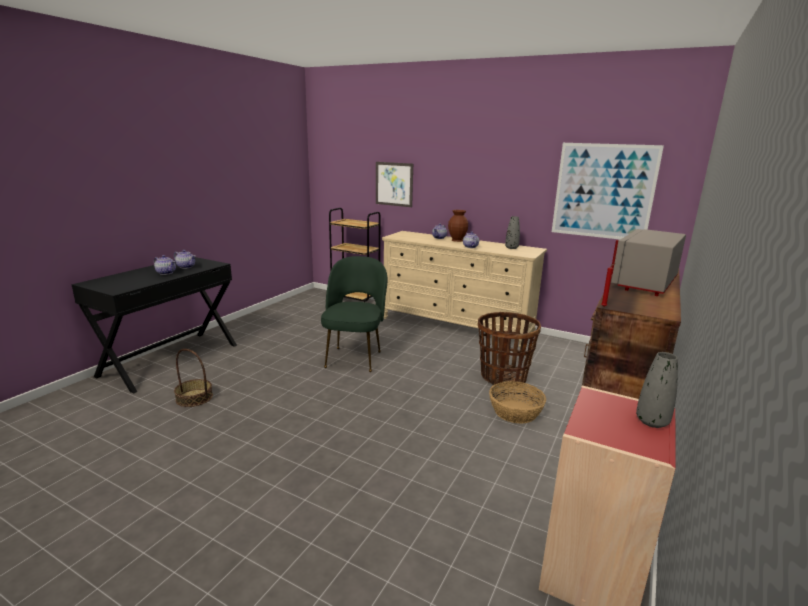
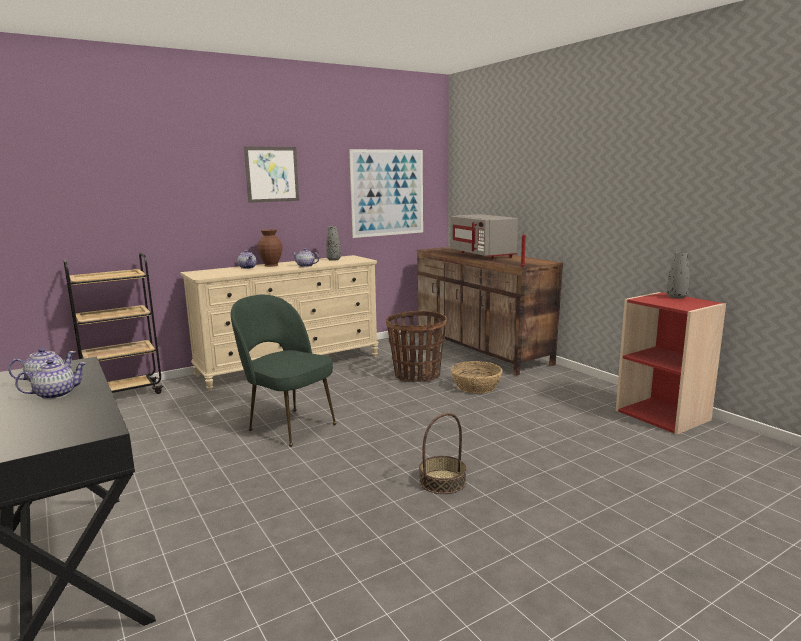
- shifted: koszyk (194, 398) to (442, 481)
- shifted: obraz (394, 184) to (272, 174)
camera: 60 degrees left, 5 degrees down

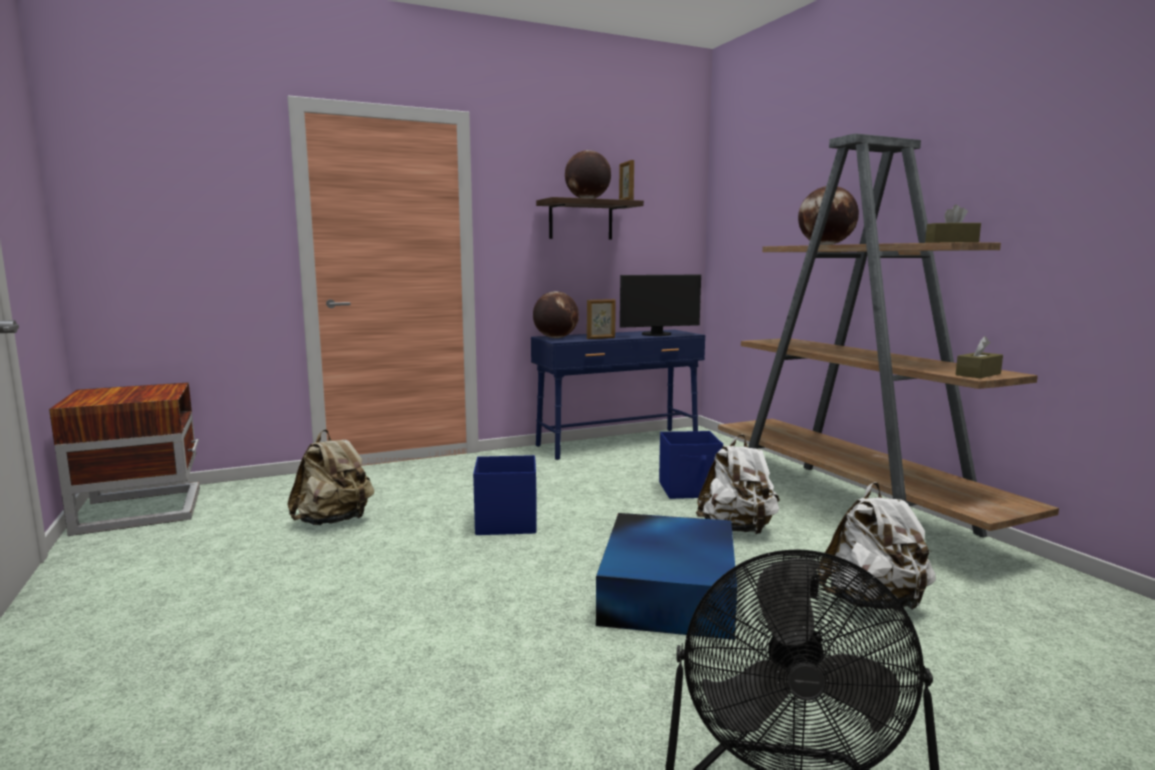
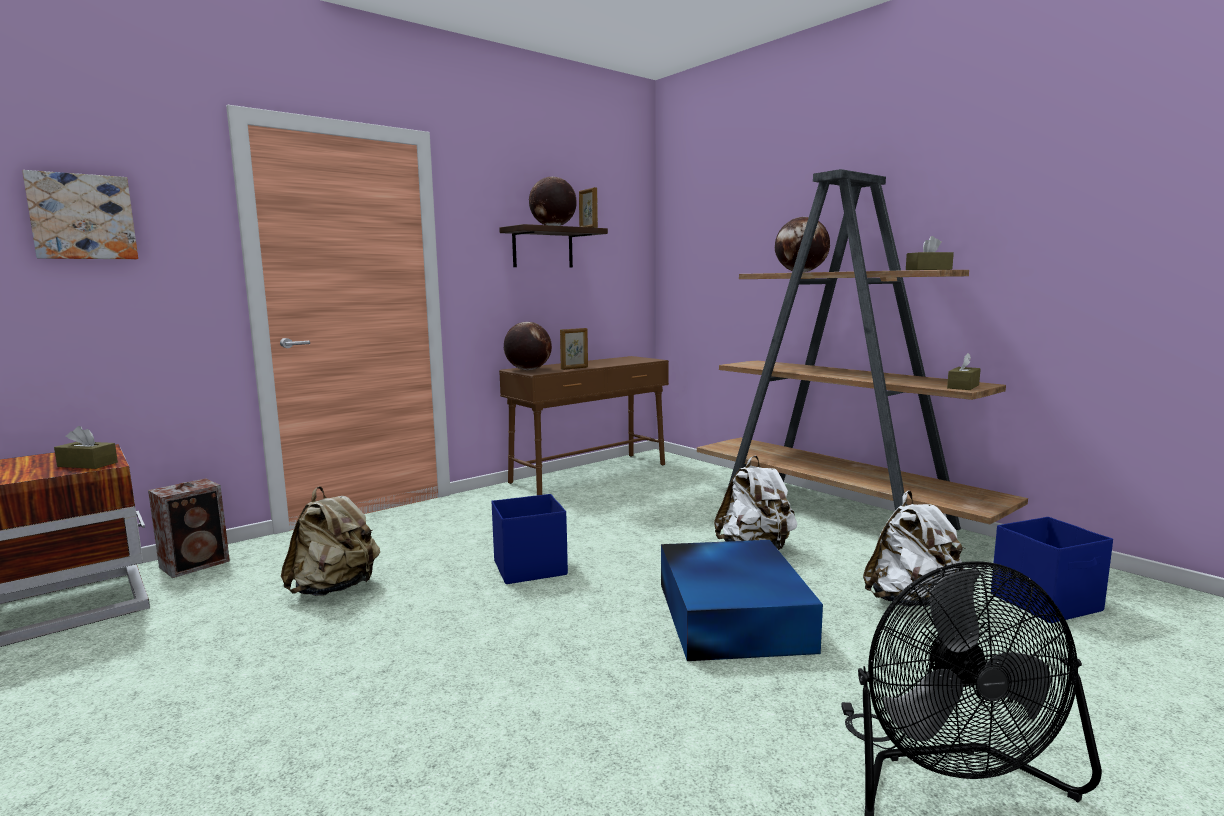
- gone: monitor (657, 334)
- new: obraz (82, 217)
- new: pudełko chusteczek [brązowy] (87, 464)
- new: głośnik (197, 564)
- shifted: pojemnik do przechowywania [niebieski] (690, 490) to (1047, 602)
- repainted: stolik konsolowy [niebieski] (618, 444) to stolik konsolowy [brązowy] (590, 474)
camera: 15 degrees left, 0 degrees up

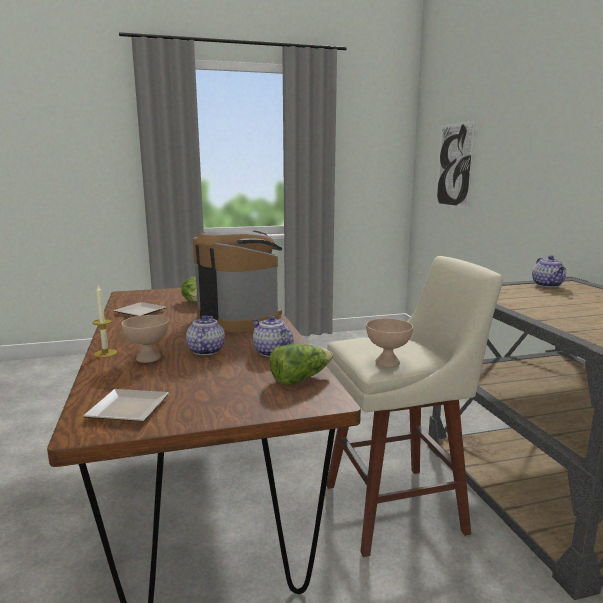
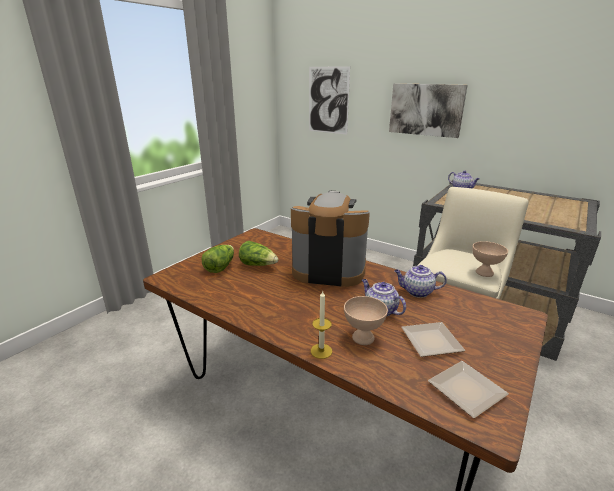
- new: obraz (426, 109)
- shifted: talerz (142, 312) to (432, 340)
- shifted: sałata (300, 379) to (220, 266)
camera: 40 degrees left, 10 degrees up

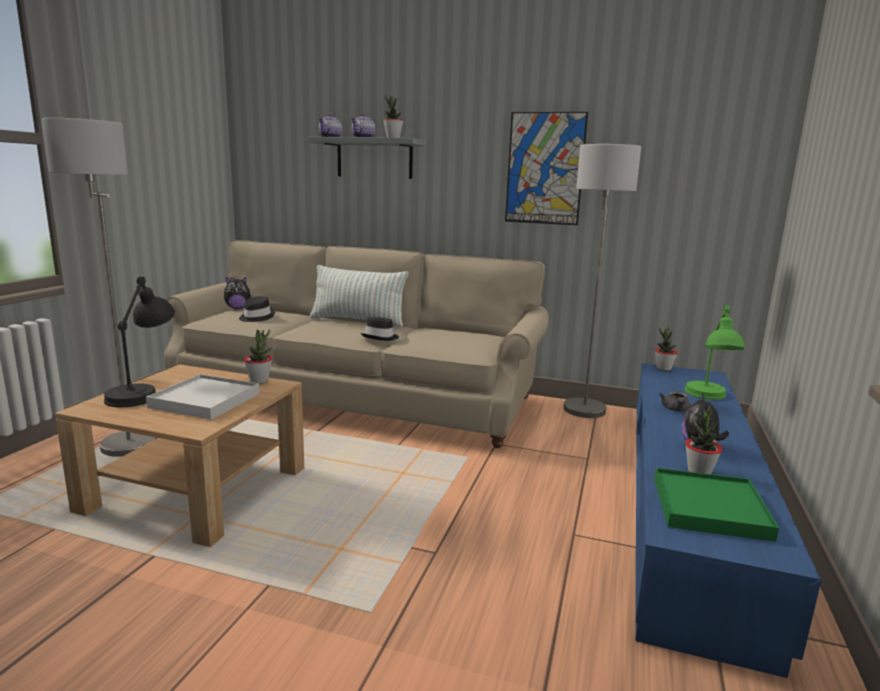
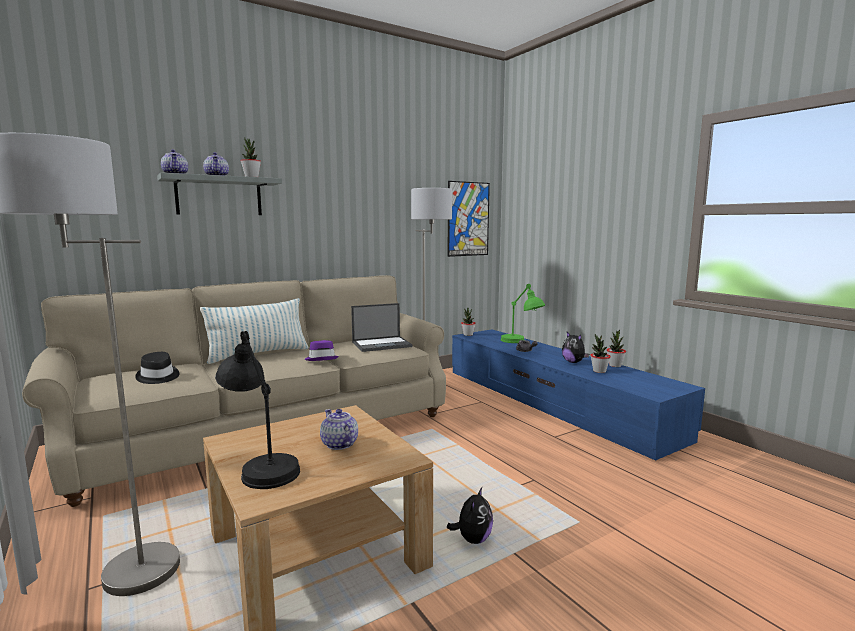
- gone: taca [zielony] (709, 508)
- new: laptop (382, 344)
- shifted: pluszak (238, 308) to (473, 539)
- shifted: roślina doniczkowa (259, 380) to (615, 365)
- shifted: obraz (545, 169) to (468, 219)
- swapped: taca [biały] (205, 400) to imbryk (339, 444)
- repainted: kapelusz [czarny] (381, 337) to kapelusz [fioletowy] (321, 358)
camera: 50 degrees left, 5 degrees down

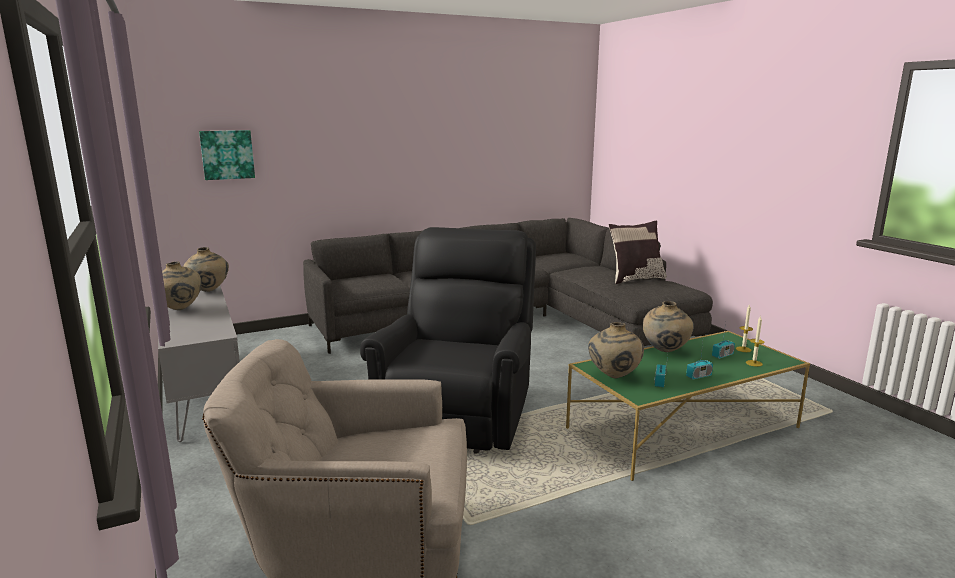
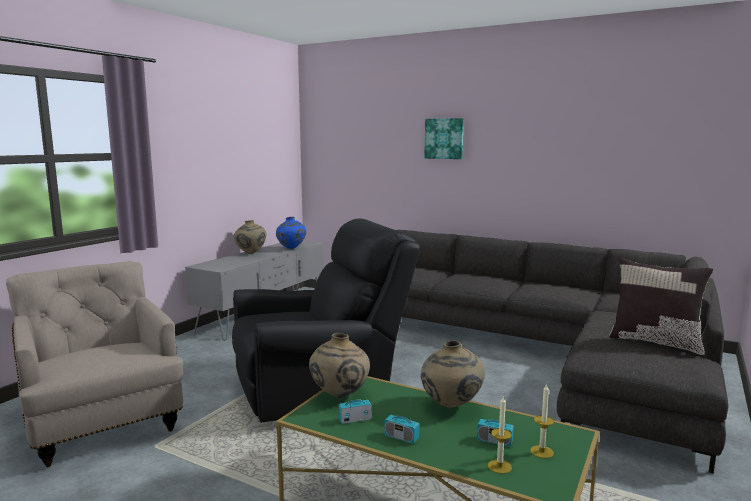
- shifted: obraz (227, 154) to (444, 138)
- repainted: wazon [beżowy] (209, 291) to wazon [niebieski] (291, 249)
camera: 55 degrees right, 5 degrees down

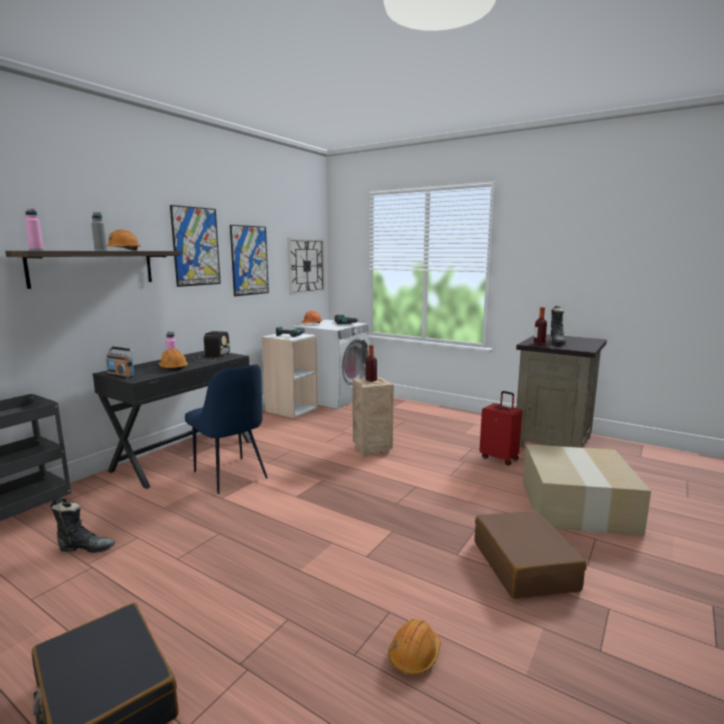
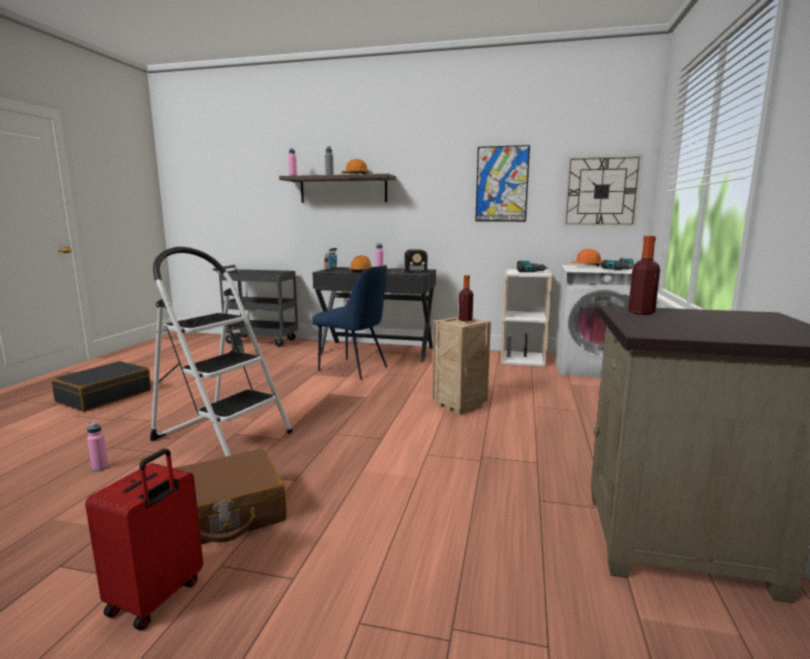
- gone: obraz (196, 246)
- gone: karton (579, 507)
- gone: but z cholewką [czarny] (557, 342)
- new: drabinka (220, 435)
- shifted: walizka [czerwony] (499, 458) to (157, 598)
- swapped: kask [pomarańczowy] (414, 655) to butelka [różowy] (100, 468)
- rotated: krzesło [niebieski] (231, 475) = (354, 368) 90 degrees counterclockwise
camera: 70 degrees right, 0 degrees up

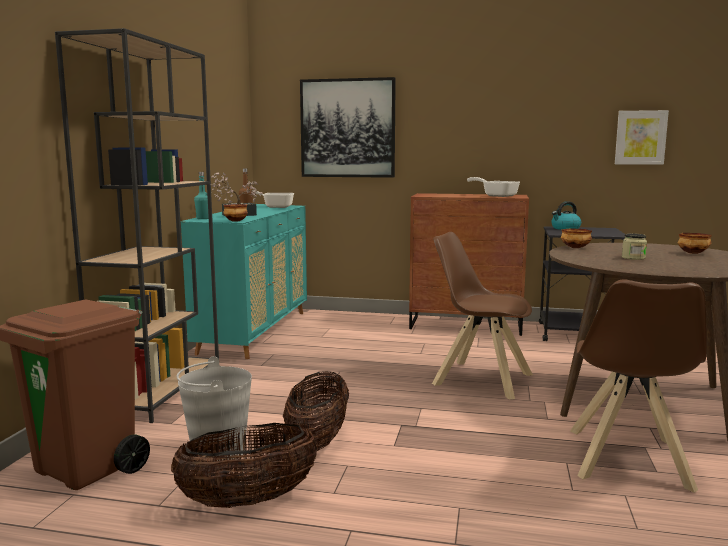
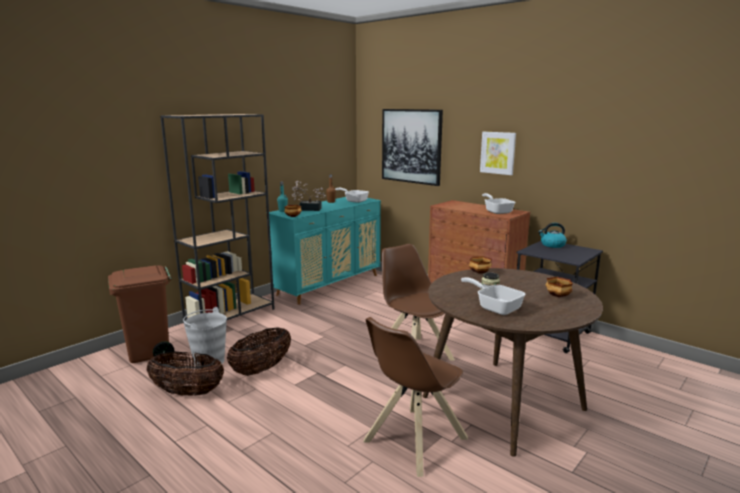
- new: patelnia (495, 307)
- shifted: obraz (640, 137) to (498, 153)
camera: 30 degrees right, 5 degrees up

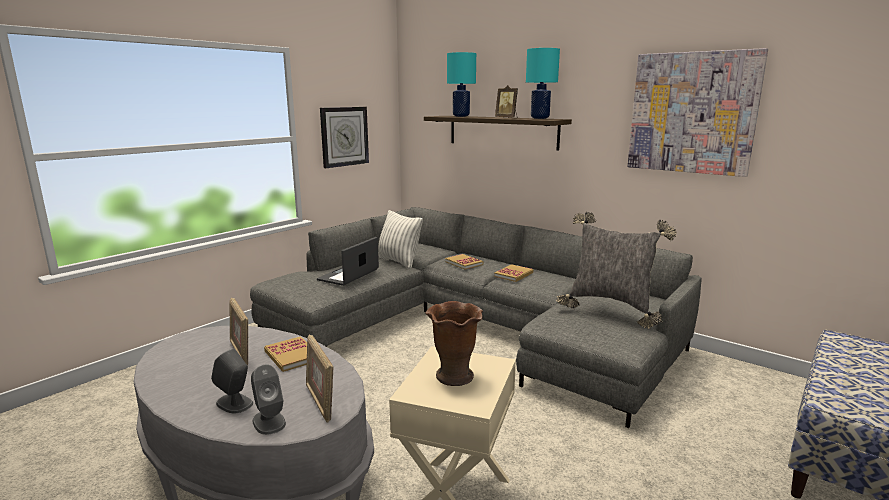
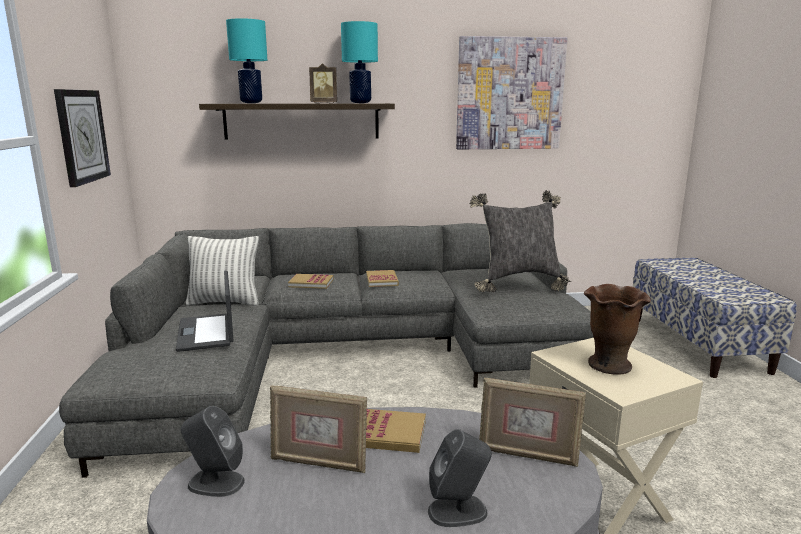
- shifted: głośnik [szary] (268, 421) to (215, 483)
camera: 45 degrees left, 0 degrees up

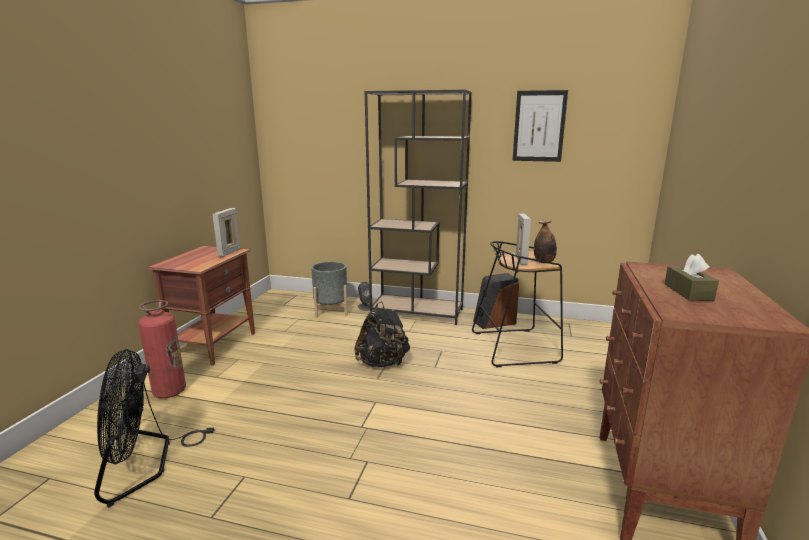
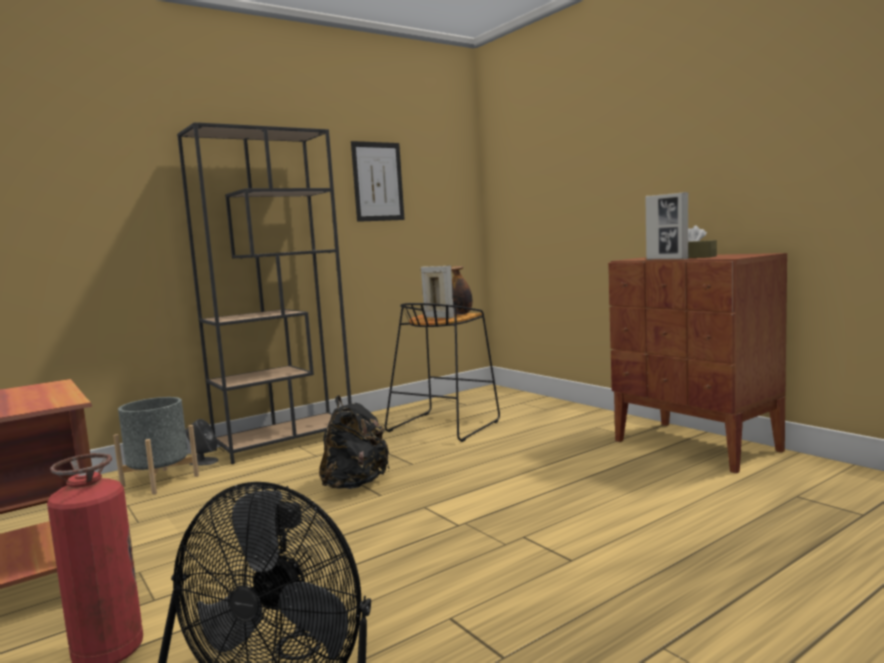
- gone: głośnik (494, 322)
- shifted: ramka na zdjęcie (229, 253) to (667, 259)
camera: 50 degrees left, 10 degrees down

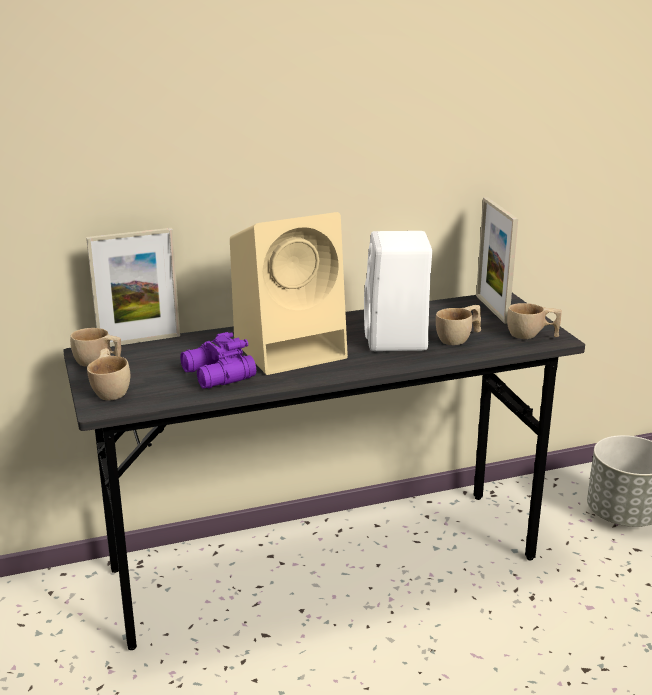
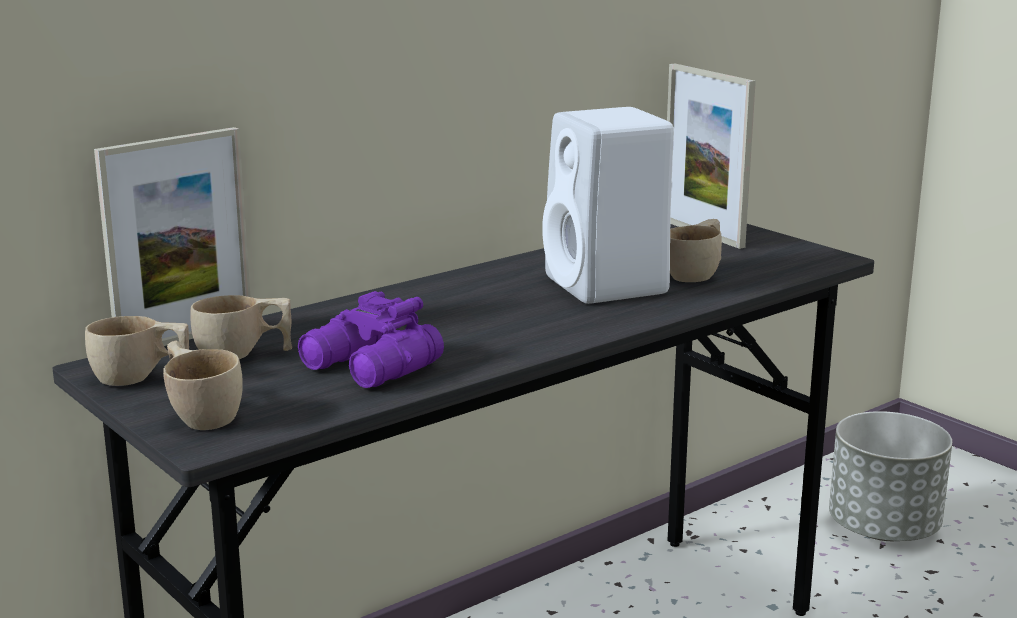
- gone: głośnik [beżowy] (292, 349)
- shifted: filiżanka [beżowy] (532, 336) to (243, 355)
camera: 20 degrees left, 5 degrees down

